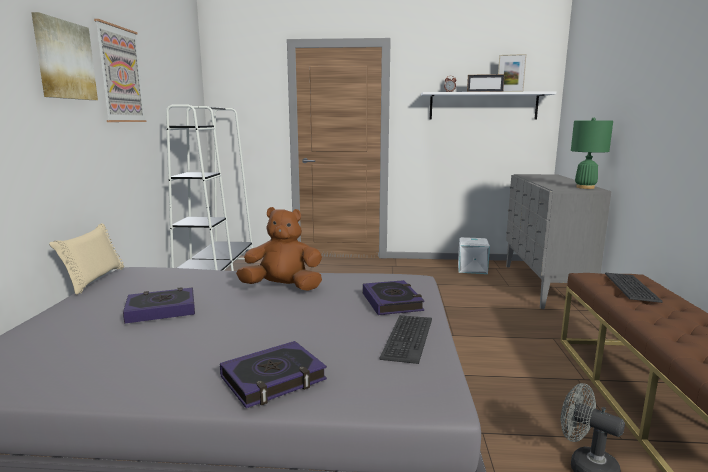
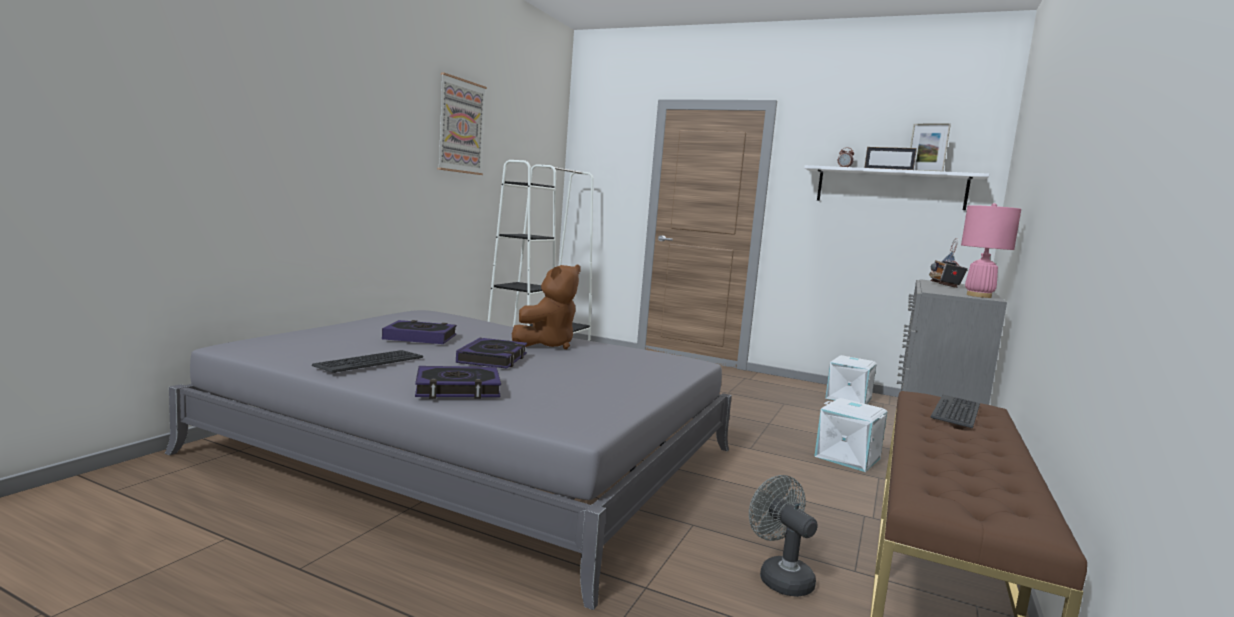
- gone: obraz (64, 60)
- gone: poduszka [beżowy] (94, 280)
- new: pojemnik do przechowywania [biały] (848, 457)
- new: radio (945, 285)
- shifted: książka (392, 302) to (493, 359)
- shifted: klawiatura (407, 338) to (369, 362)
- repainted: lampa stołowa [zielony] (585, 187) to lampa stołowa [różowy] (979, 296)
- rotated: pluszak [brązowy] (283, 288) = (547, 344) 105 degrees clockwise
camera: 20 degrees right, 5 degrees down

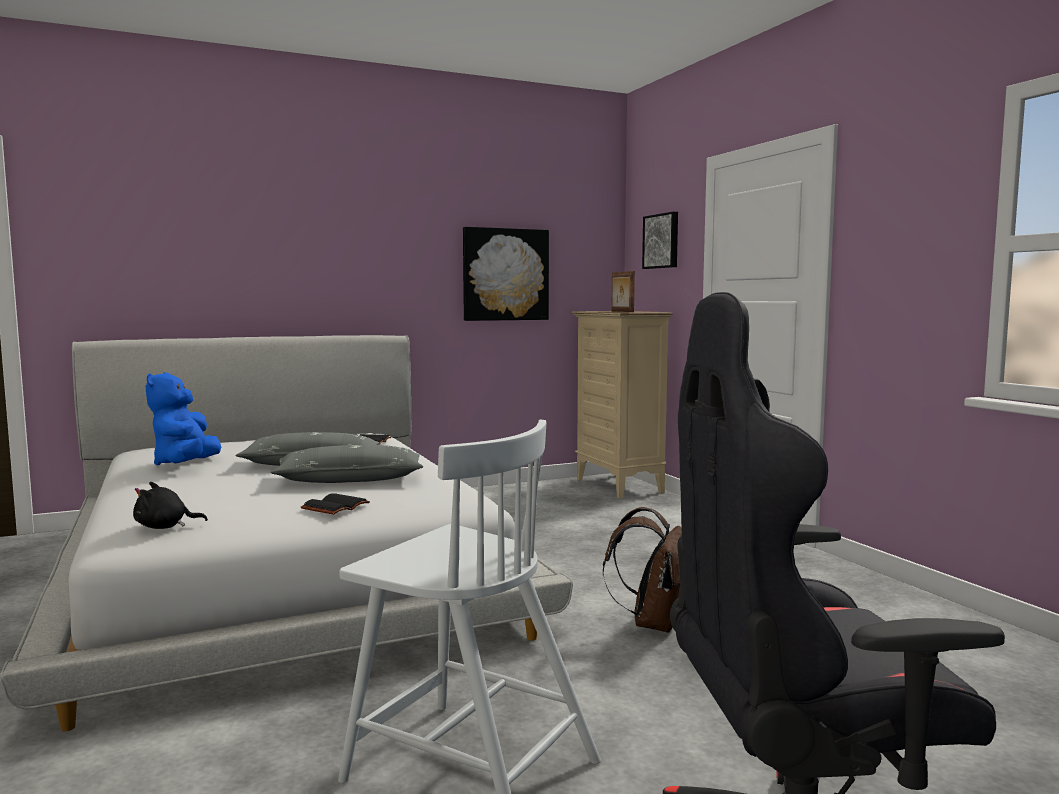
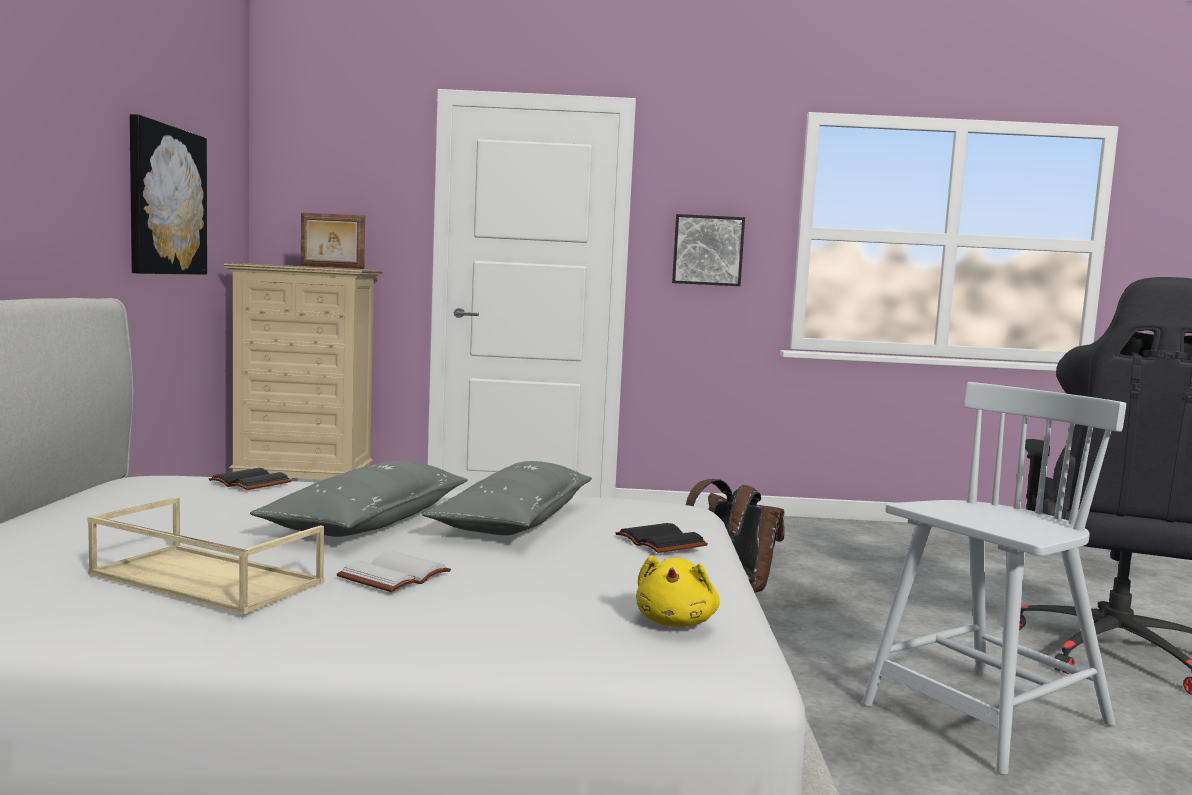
- new: książka [biały] (393, 575)
- shifted: obraz (662, 241) to (707, 250)
- swapped: pluszak [niebieski] (185, 464) to taca [beżowy] (203, 578)
- repainted: pluszak [czarny] (165, 527) to pluszak [żółty] (676, 622)
camera: 65 degrees left, 0 degrees up

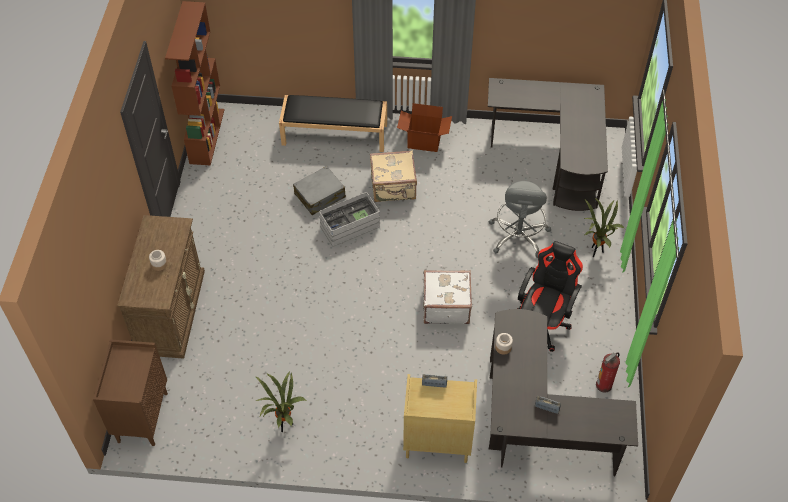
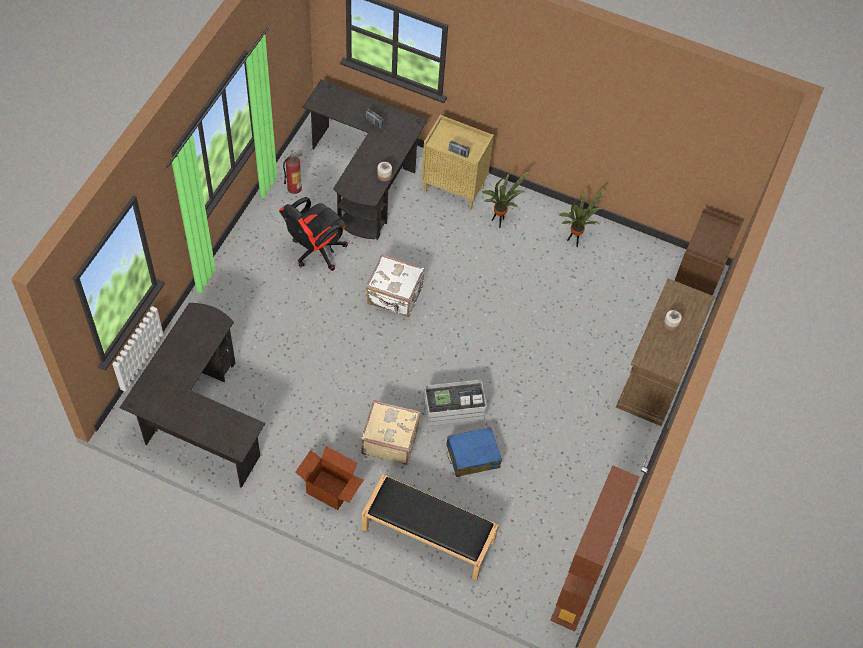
- gone: stołek [szary] (518, 236)
- shifted: roślina doniczkowa (595, 252) to (499, 222)
- repainted: walizka [szary] (320, 196) to walizka [niebieski] (472, 456)
camera: 165 degrees left, 5 degrees up

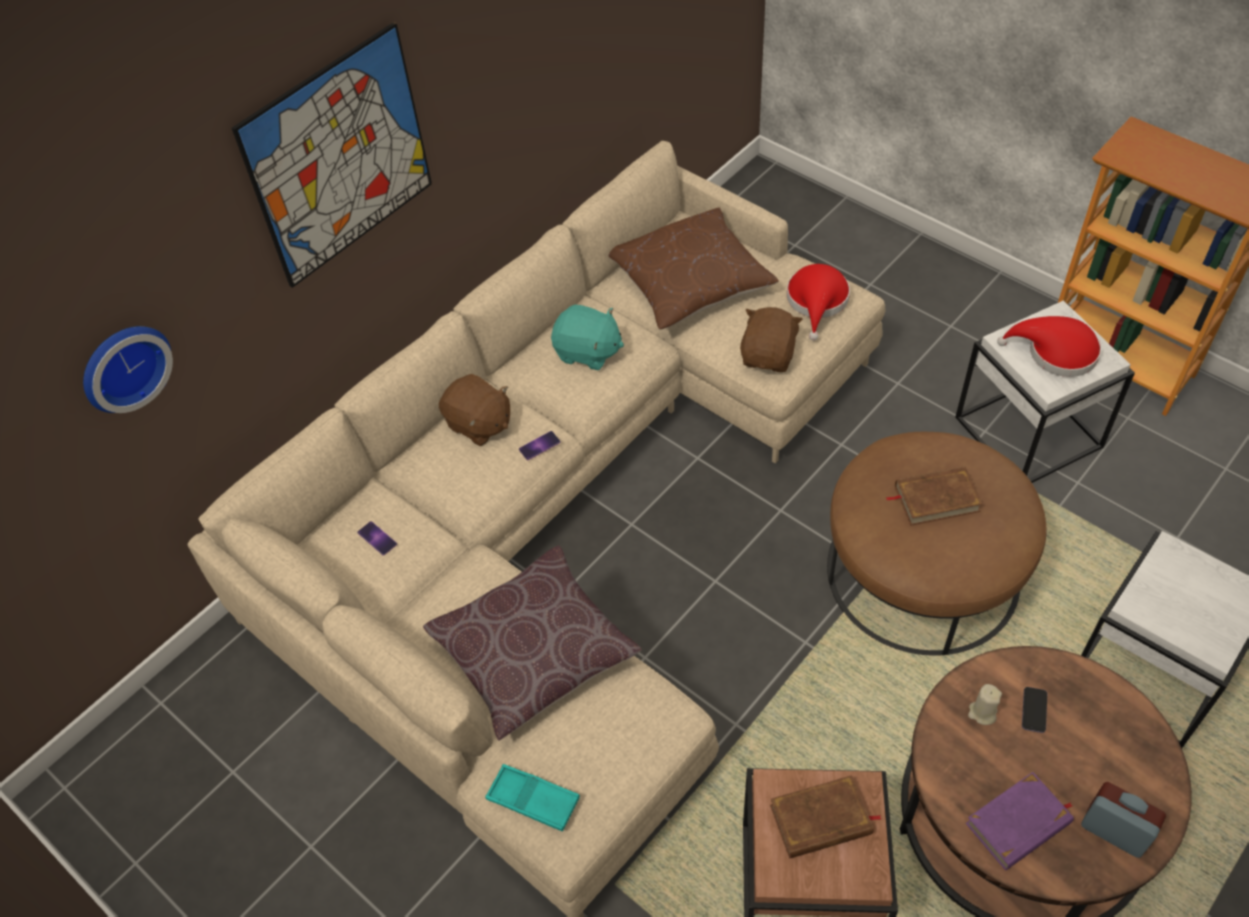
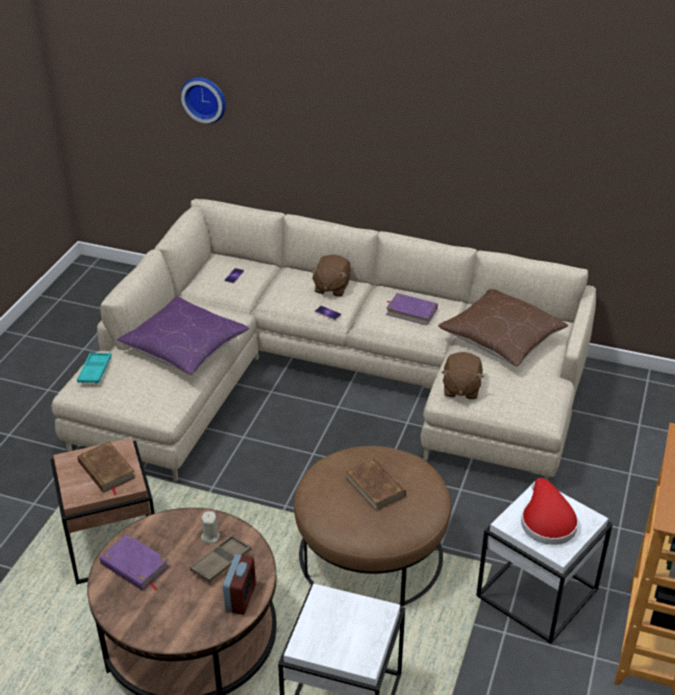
- gone: obraz (340, 157)
- gone: kapelusz [czerwony] (817, 302)
- shifted: budzik (1114, 831) to (240, 598)
- swapped: pluszak [turkusowy] (587, 352) to książka [fioletowy] (411, 311)
- swapped: telefon (1034, 710) to taca [brązowy] (221, 562)
- repainted: poduszka [brązowy] (533, 652) to poduszka [fioletowy] (184, 347)
- rotated: pluszak [brązowy] (769, 355) = (461, 388) 105 degrees clockwise
camera: 65 degrees right, 15 degrees down

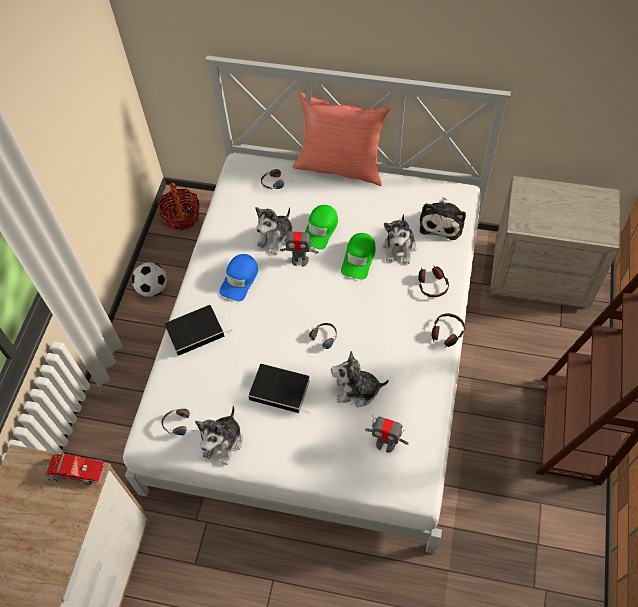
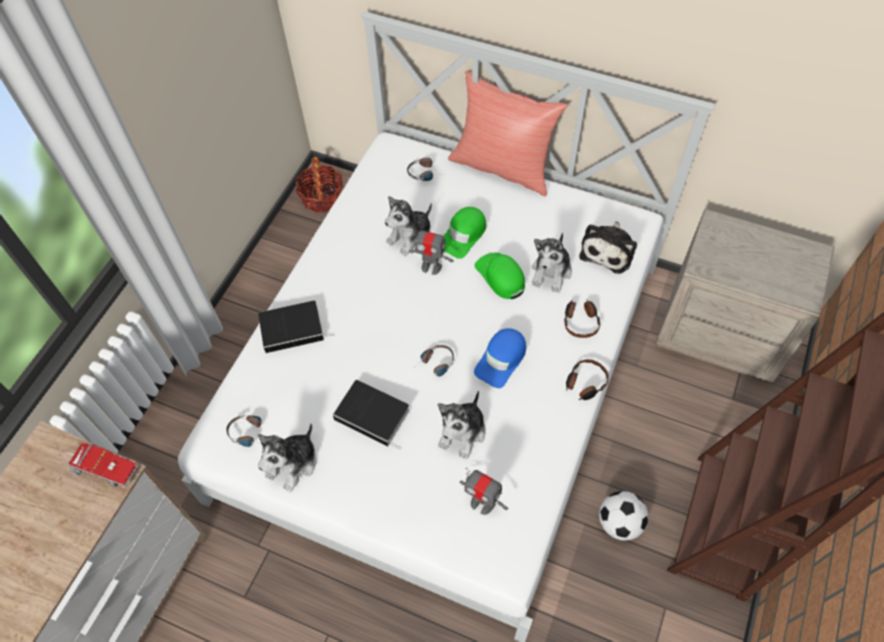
- shifted: piłka futbolowa (153, 288) to (619, 522)
- shifted: czapka z daszkiem [niebieski] (240, 279) to (501, 360)
- rotated: pluszak (357, 391) = (463, 432) 75 degrees counterclockwise
- rotated: czapka z daszkiem [zielony] (359, 258) = (500, 276) 120 degrees clockwise
camera: 10 degrees right, 0 degrees up

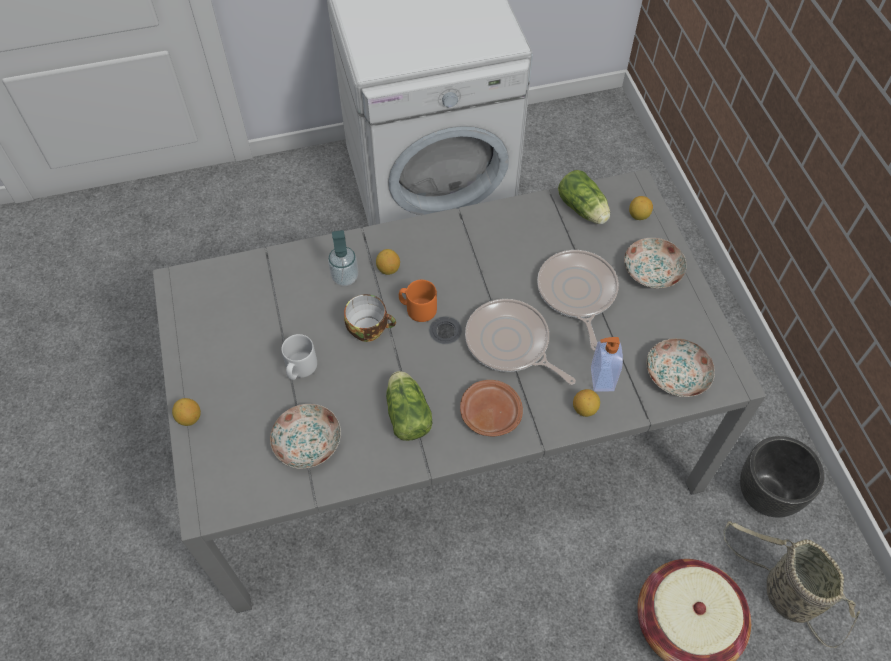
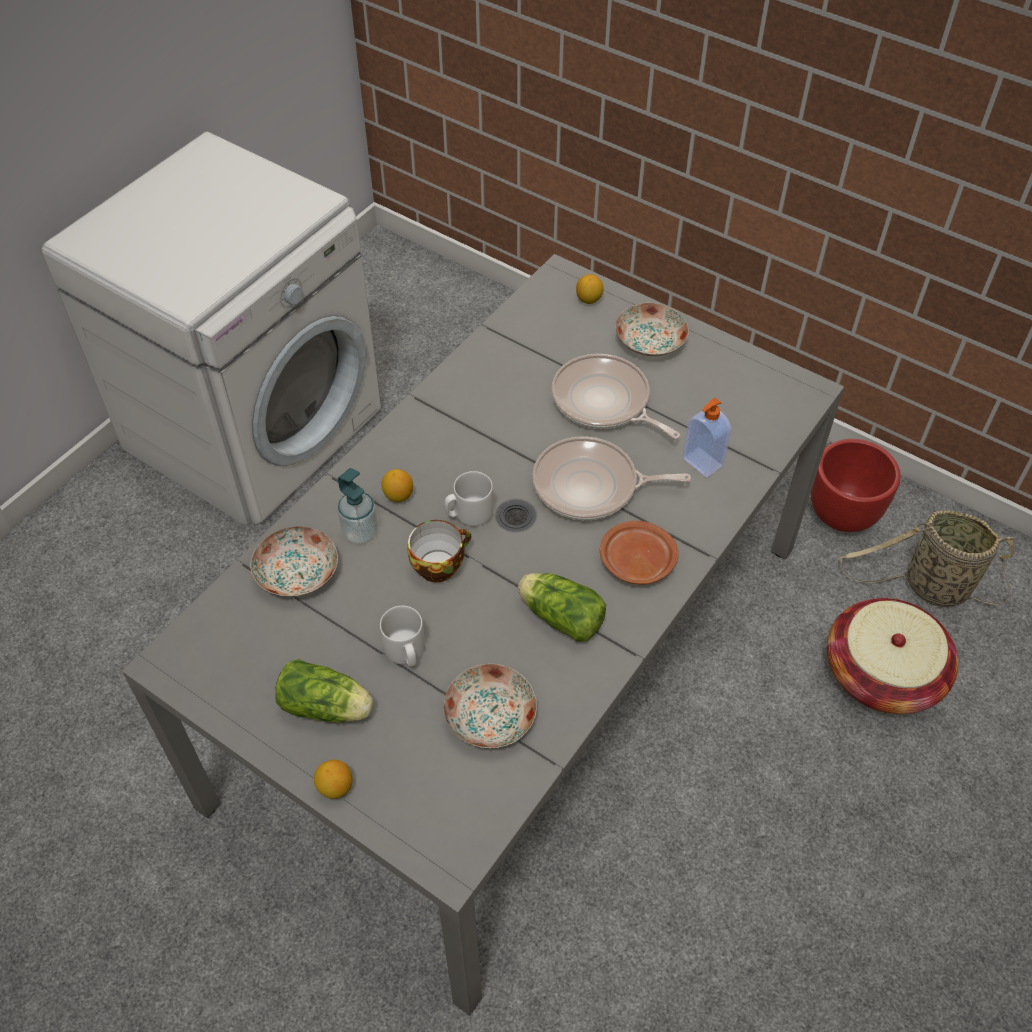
- gone: cytryna (584, 409)
- shifted: sałata (583, 210) to (328, 707)
- shifted: talerz (677, 375) to (298, 572)
- repainted: kubek [pomarańczowy] (418, 309) to kubek [szary] (469, 513)
- repainted: donica [czarny] (764, 494) to donica [czerwony] (841, 516)
camera: 40 degrees left, 5 degrees down

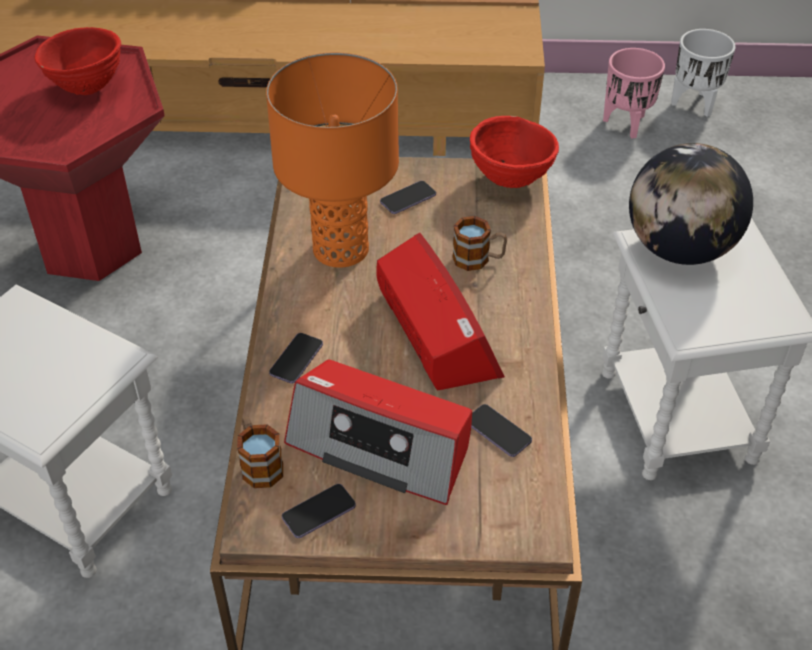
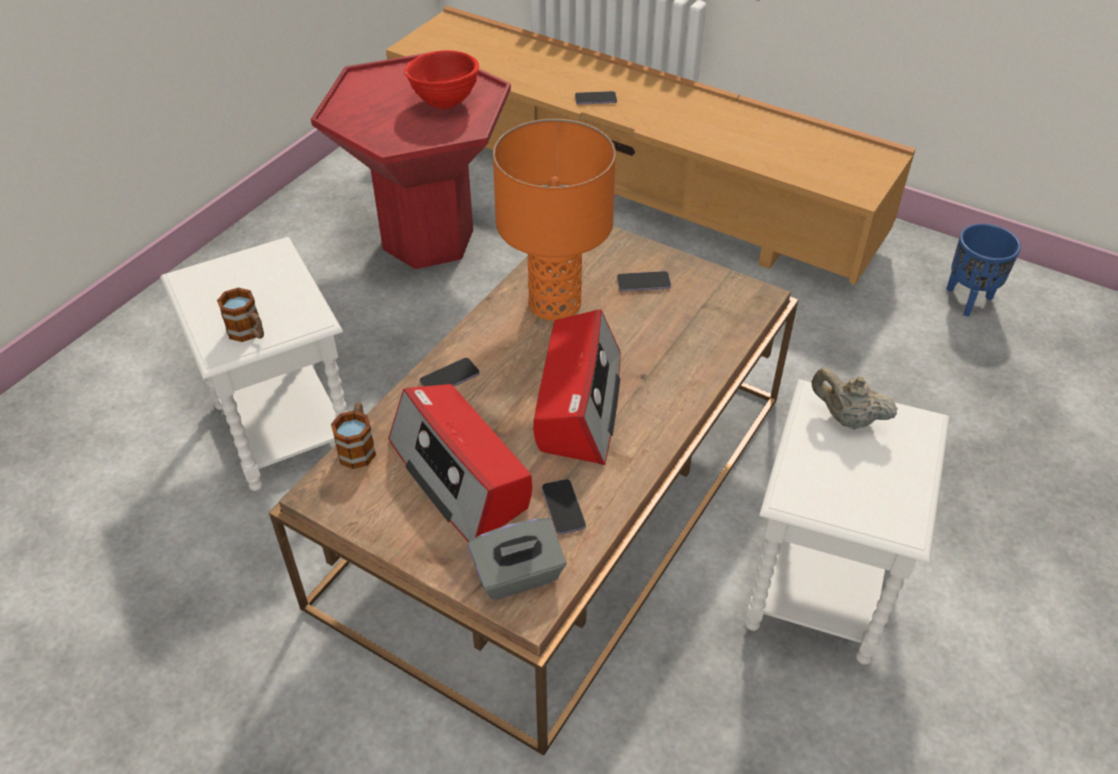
- gone: miska [czerwony] (510, 180)
- gone: donica [biały] (694, 104)
- new: pudełko chusteczek [szary] (518, 575)
- shifted: telefon (319, 512) to (595, 99)
- shifted: kubek (478, 259) to (249, 333)
- swapped: globus (679, 249) to imbryk [beżowy] (847, 418)
- repainted: donica [różowy] (627, 124) to donica [niebieski] (969, 300)
camera: 30 degrees right, 0 degrees up

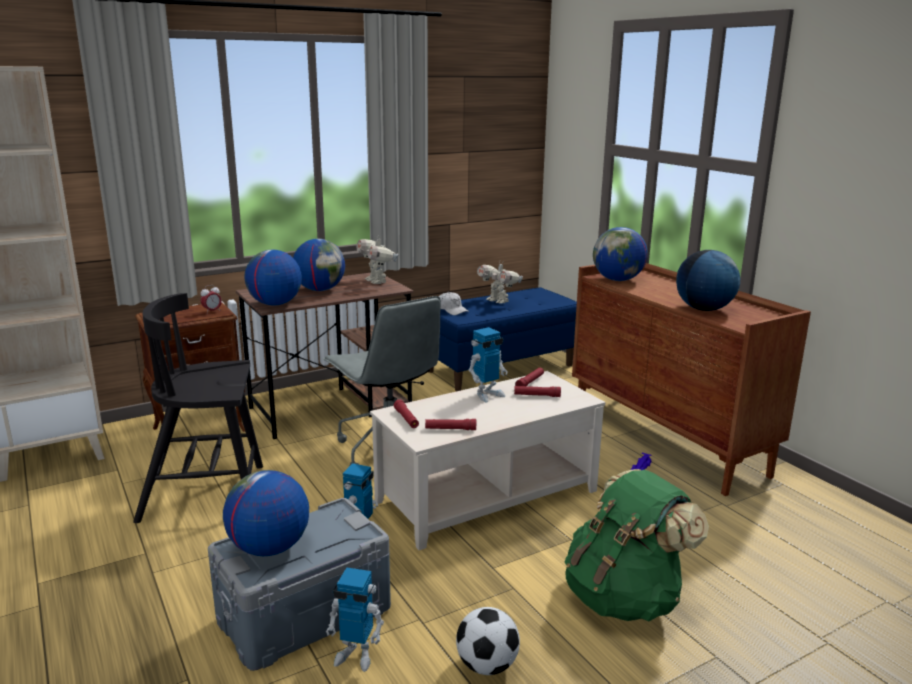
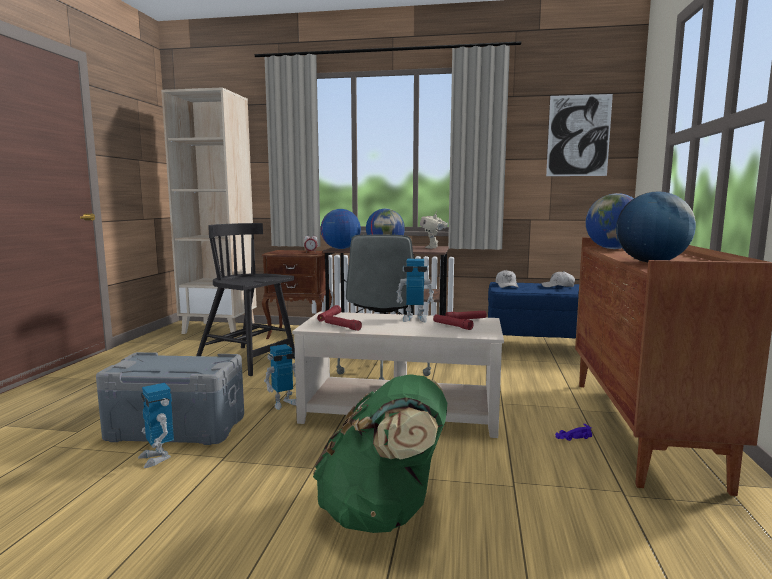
- gone: globus (269, 548)
- gone: piłka futbolowa (487, 665)
- new: obraz (578, 136)
- swapped: robot zabawkowy (498, 301) to czapka z daszkiem [biały] (558, 286)
camera: 40 degrees right, 10 degrees down

